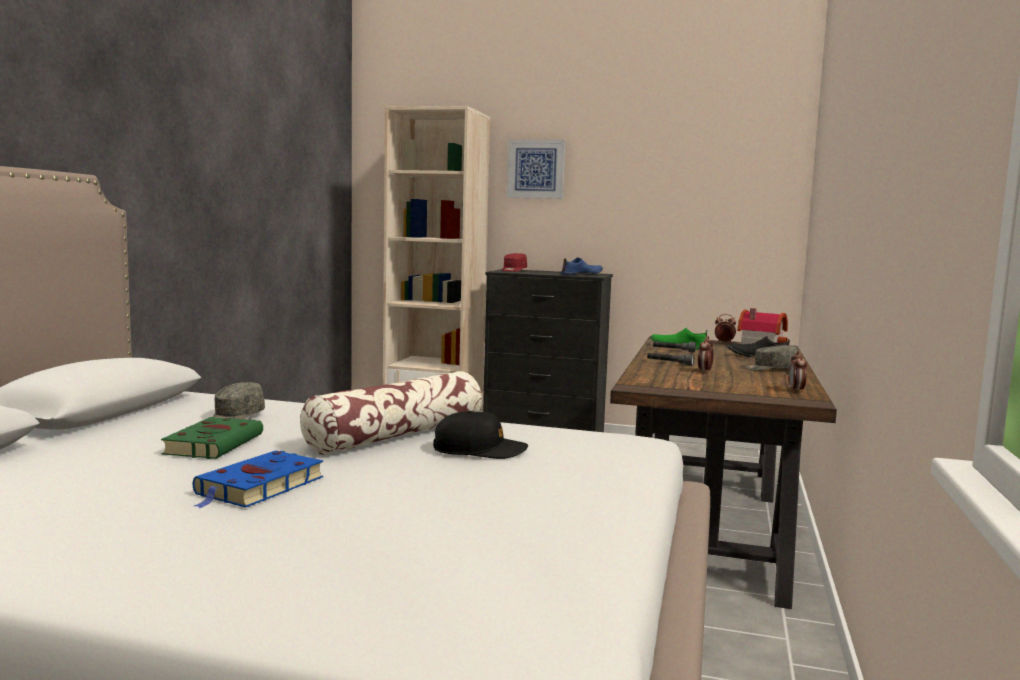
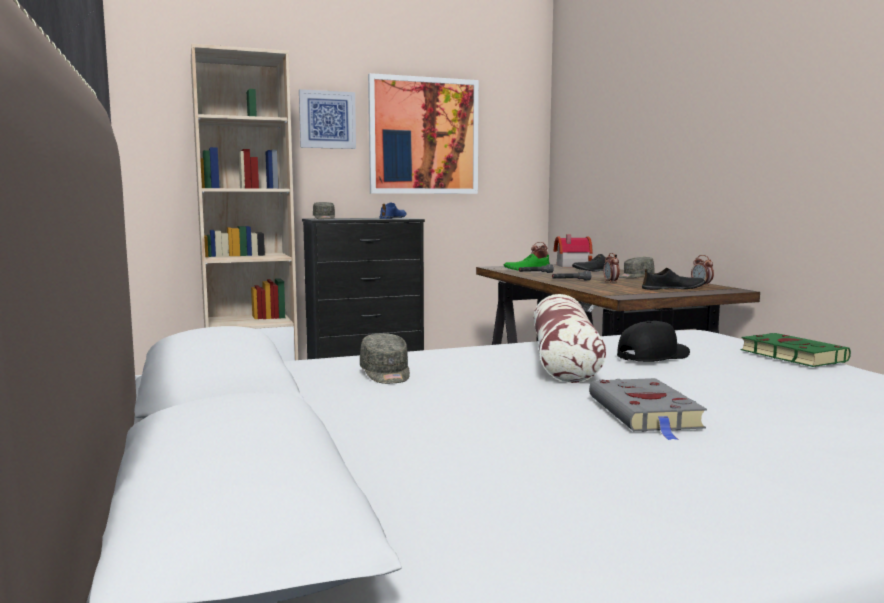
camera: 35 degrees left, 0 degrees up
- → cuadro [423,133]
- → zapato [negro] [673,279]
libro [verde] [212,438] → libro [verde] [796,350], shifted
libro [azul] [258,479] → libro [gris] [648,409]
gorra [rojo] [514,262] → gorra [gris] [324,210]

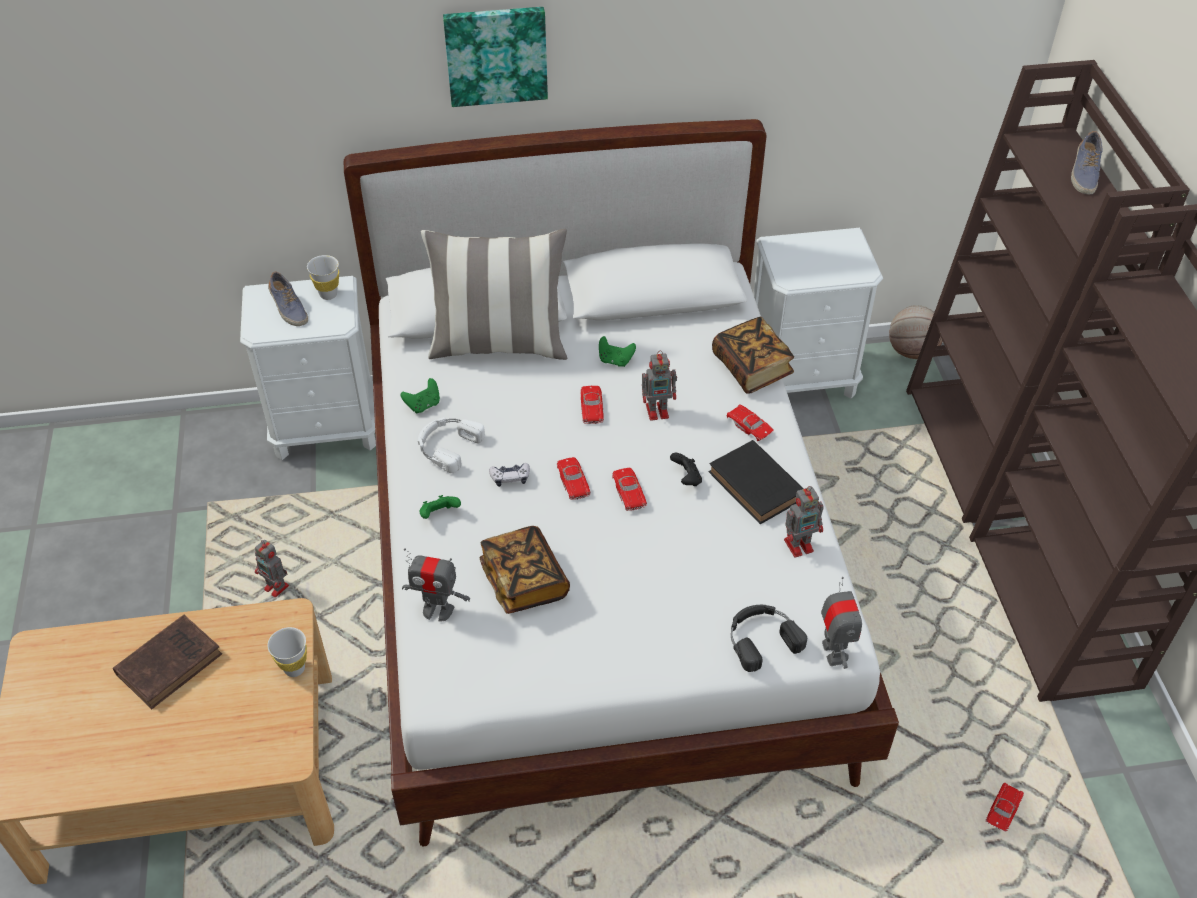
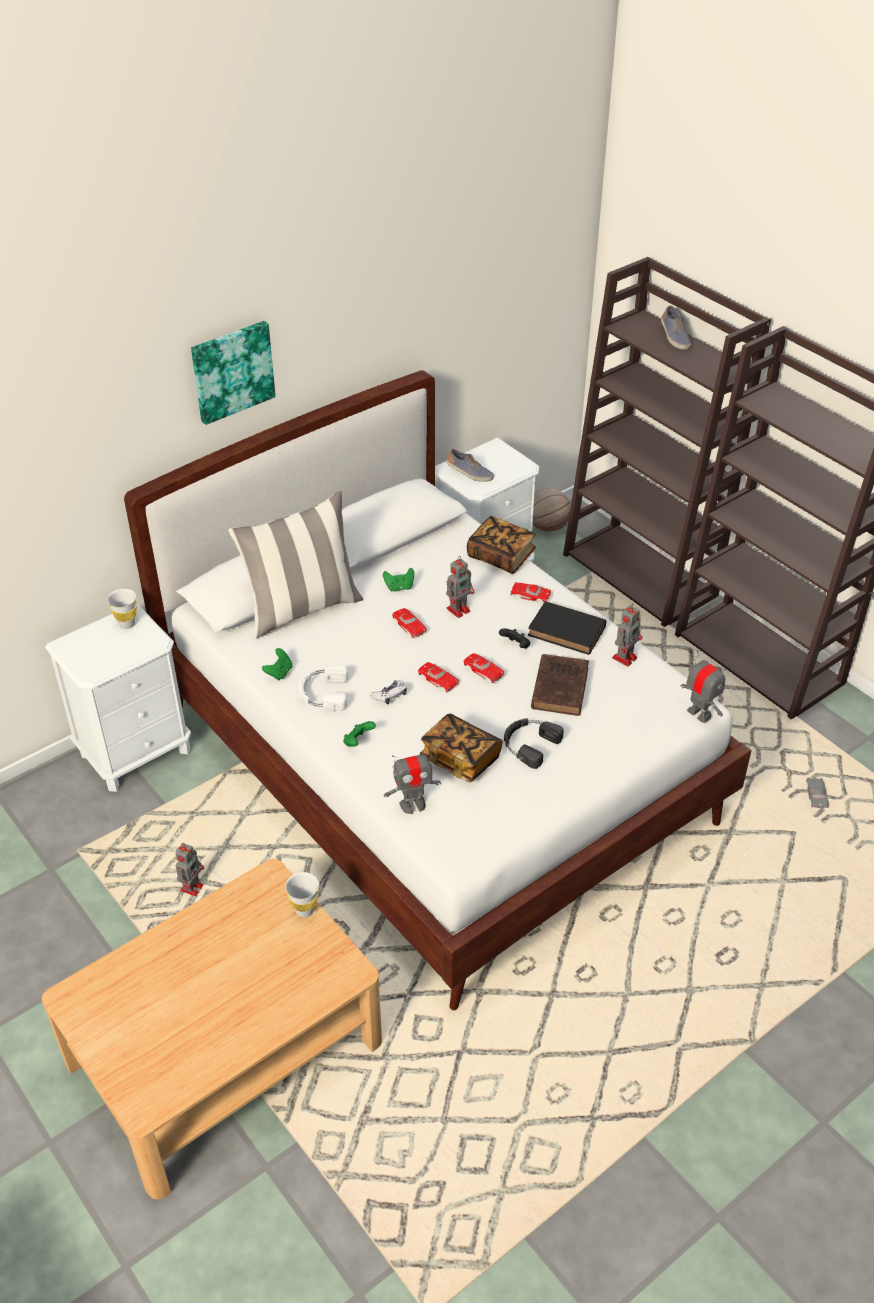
camera: 30 degrees left, 5 degrees down
libro [marrón] [167,662] → libro [marrón] [560,685], shifted
zapato [288,299] → zapato [470,465], shifted
auriculares [negro] [769,638] → auriculares [negro] [534,743], shifted
coche de juguete [rojo] [1005,807] → coche de juguete [gris] [817,793]
robot de juguete [272,568] → robot de juguete [189,869], 75 degrees counterclockwise

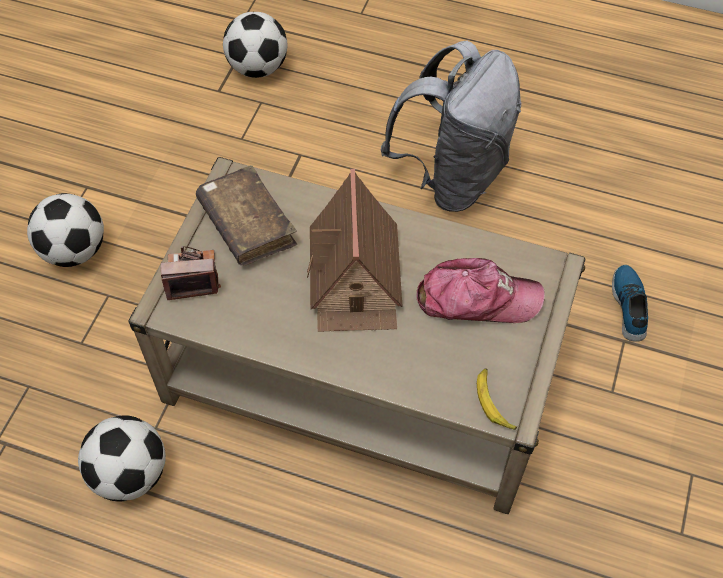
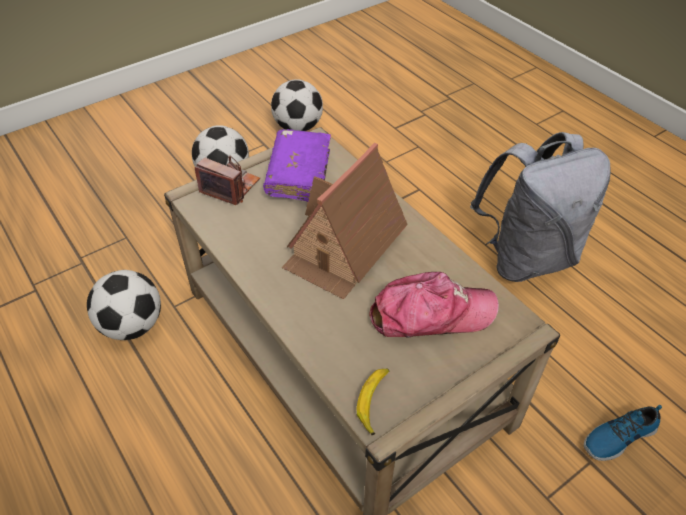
camera: 35 degrees right, 10 degrees down
balón de fútbol [255,45] → balón de fútbol [297,105], shifted
libro [marrón] [246,215] → libro [morado] [297,165]
gorra [480,290] → gorra [434,305], 45 degrees counterclockwise
zapato [630,303] → zapato [623,433], 150 degrees counterclockwise

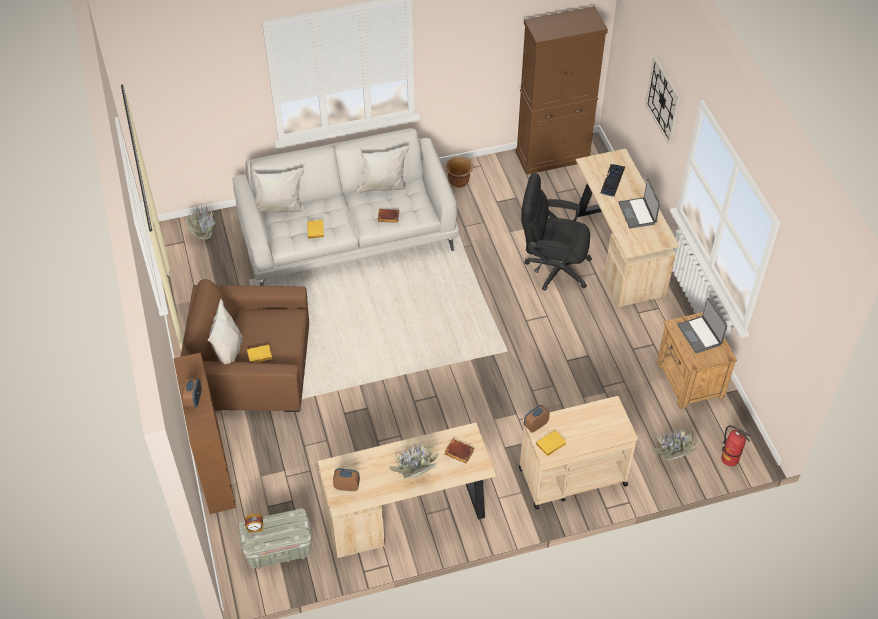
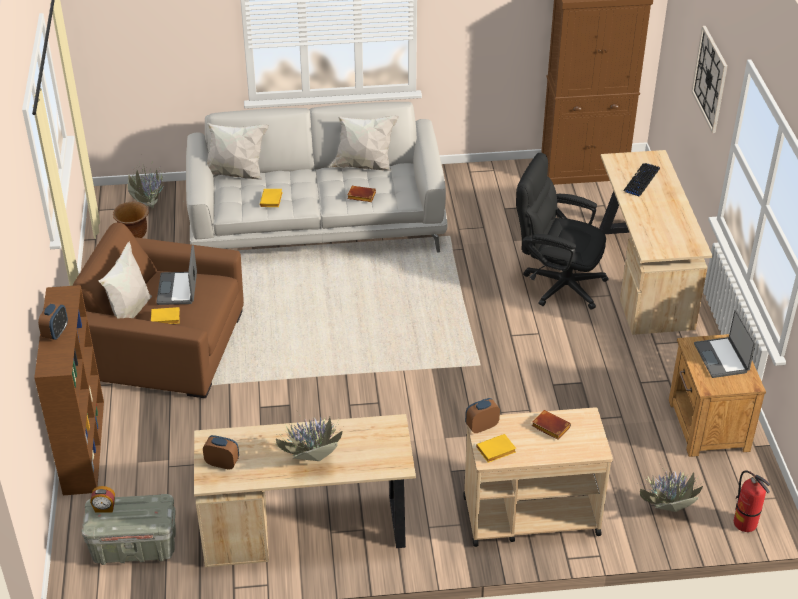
camera: 10 degrees right, 10 degrees down
maceta [marrón] [459,172] → maceta [marrón] [131,220], shifted
libro [marrón] [460,451] → libro [marrón] [551,425], shifted
portátil [639,204] → portátil [176,275], shifted

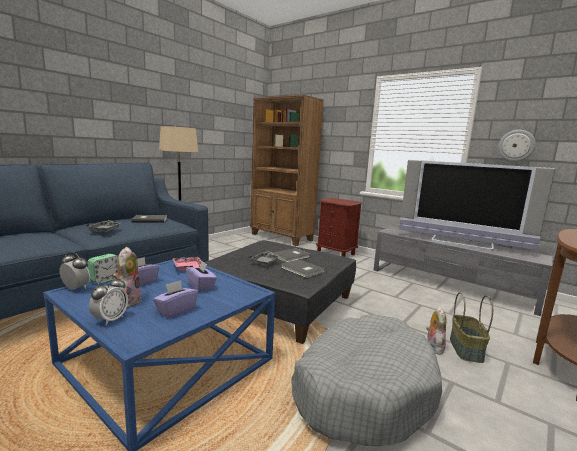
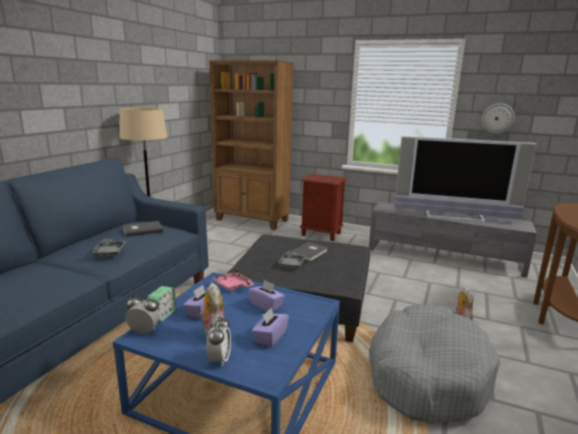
camera: 15 degrees left, 5 degrees up
libro [gris] [303,268] → -
cesta [471,327] → -

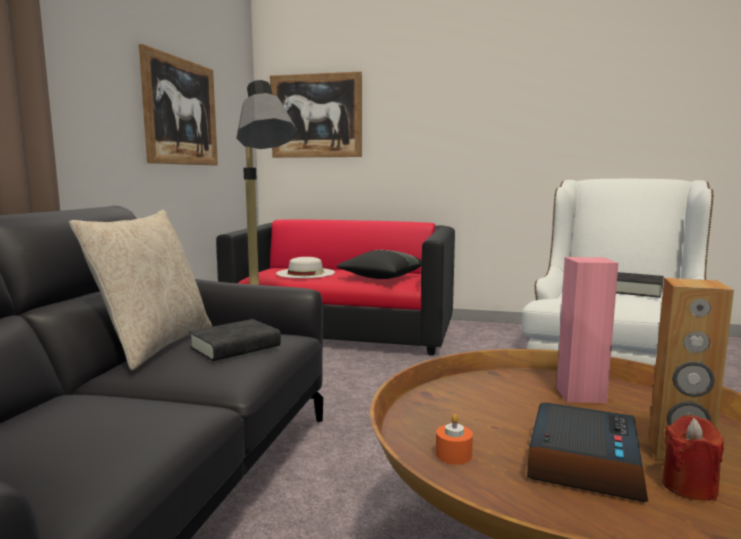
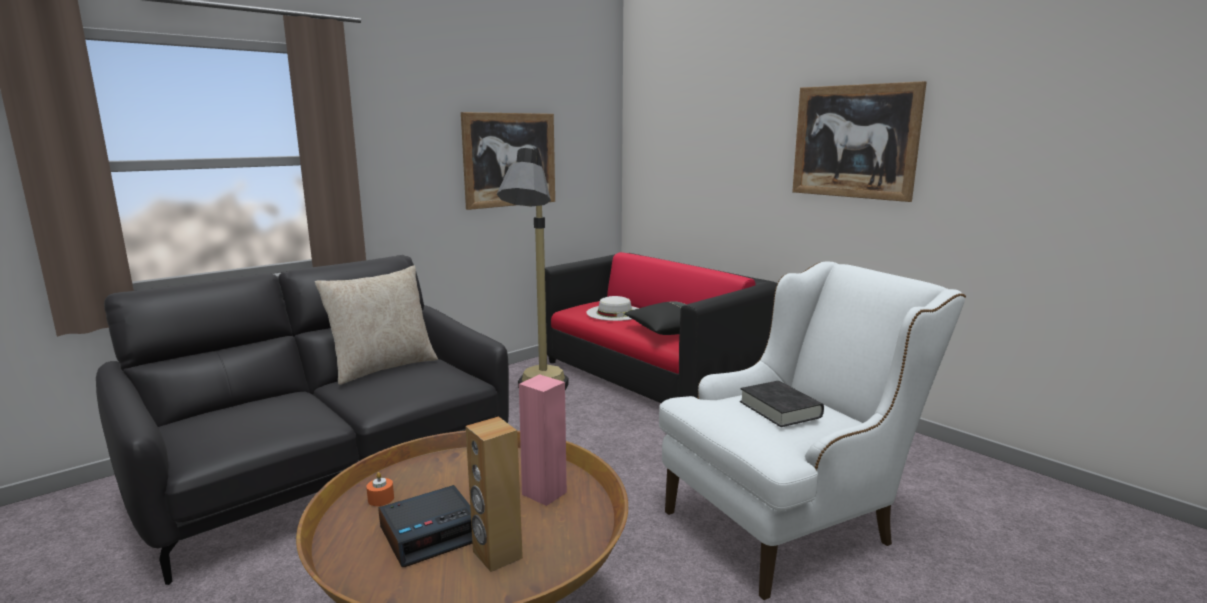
camera: 35 degrees right, 5 degrees up
libro [negro] [235,340] → -
vela [rojo] [693,458] → -
cuadro [316,114] → cuadro [859,141], shifted

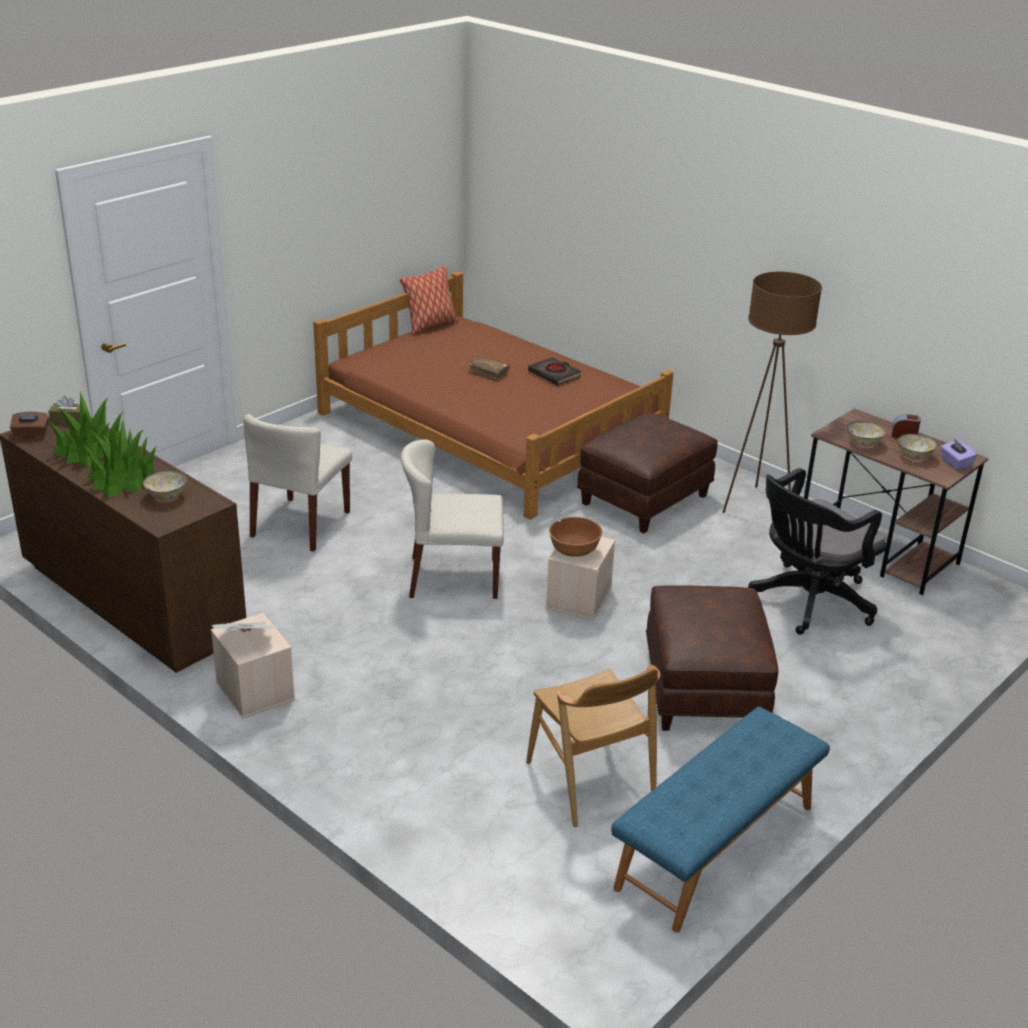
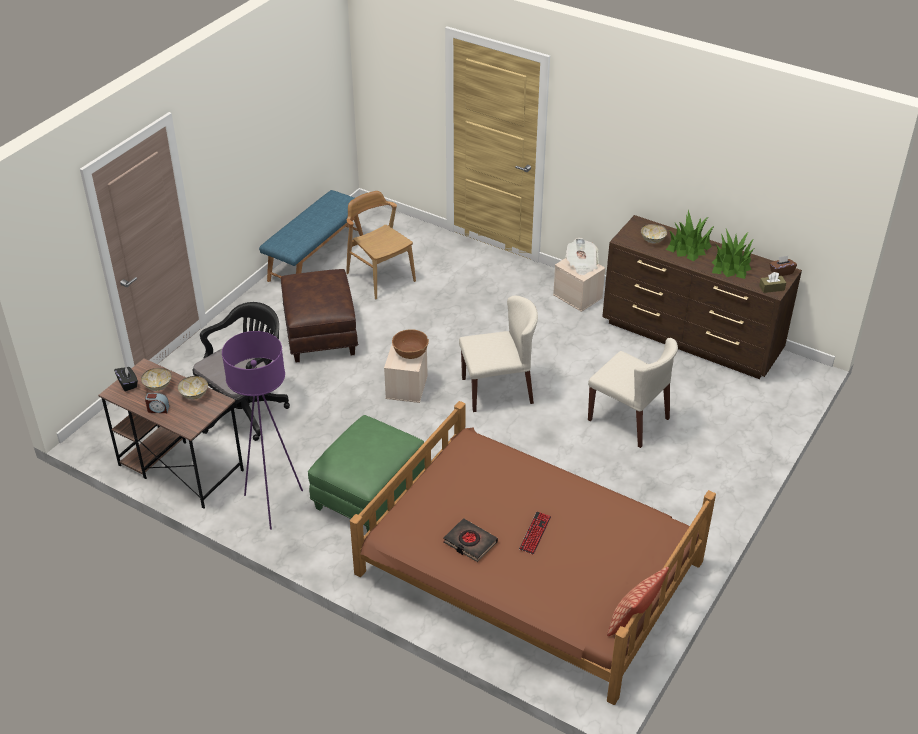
camera: 170 degrees right, 10 degrees up
libro [marrón] [489,368] → teclado [535,533]
puf [marrón] [647,472] → puf [verde] [366,473]
lámpara de pie [marrón] [772,392] → lámpara de pie [morado] [262,430]
caja de pañuelos [morado] [959,454] → caja de pañuelos [negro] [126,379]
silla [beis] [297,483] → silla [beis] [633,393], 120 degrees clockwise

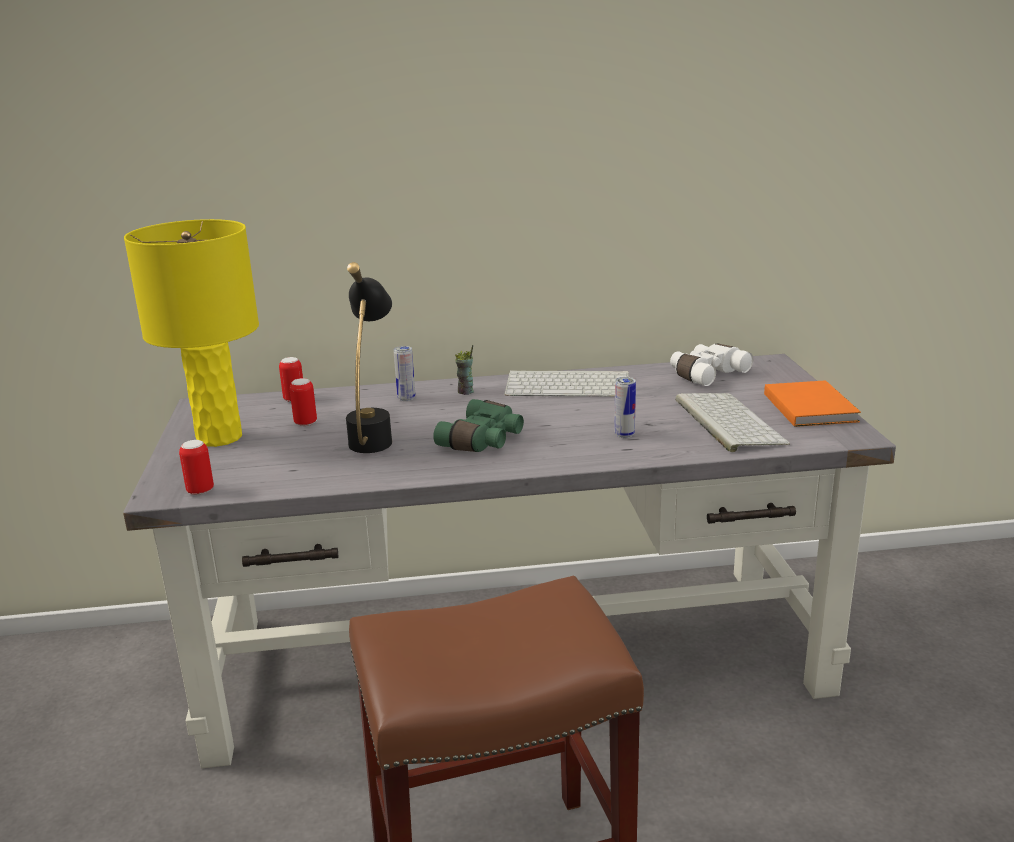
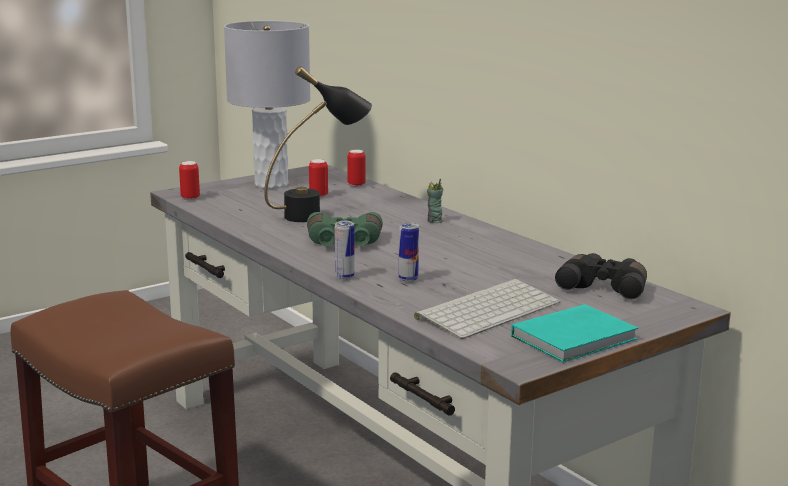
camera: 60 degrees right, 5 degrees down
teclado [566,383] → -
lata [404,373] → lata [345,250], shifted
lámpara de mesa [amarillo] [191,333] → lámpara de mesa [gris] [267,105]
prismáticos [blanco] [711,365] → prismáticos [negro] [601,276]
libro [naranja] [812,403] → libro [turquesa] [574,333]

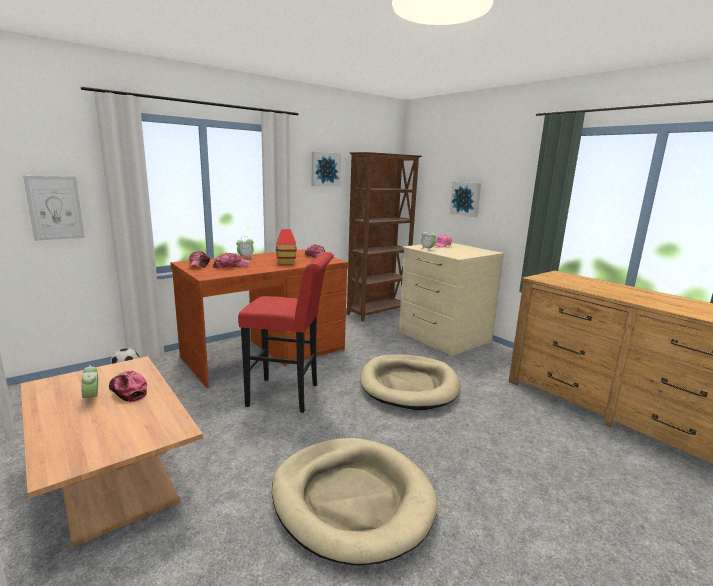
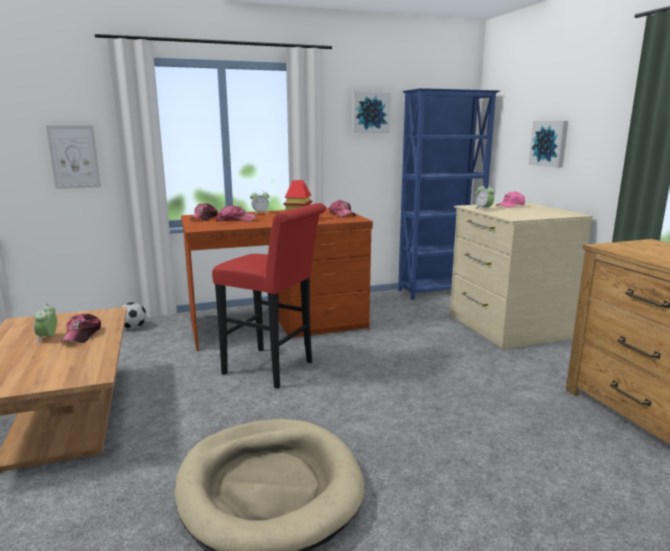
camera: 20 degrees right, 0 degrees up
cama para perro [beis] [410,382] → -
estantería [marrón] [384,237] → estantería [azul] [449,194]
gorra [128,386] → gorra [80,328], 150 degrees counterclockwise

